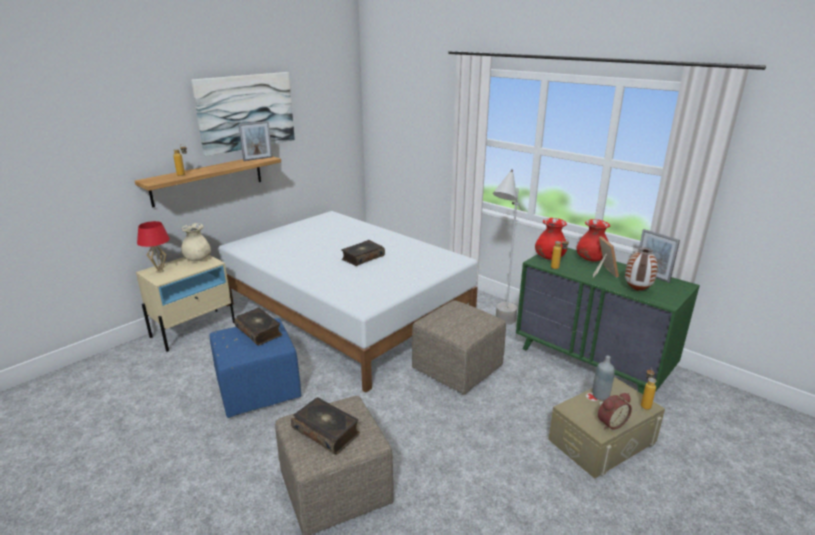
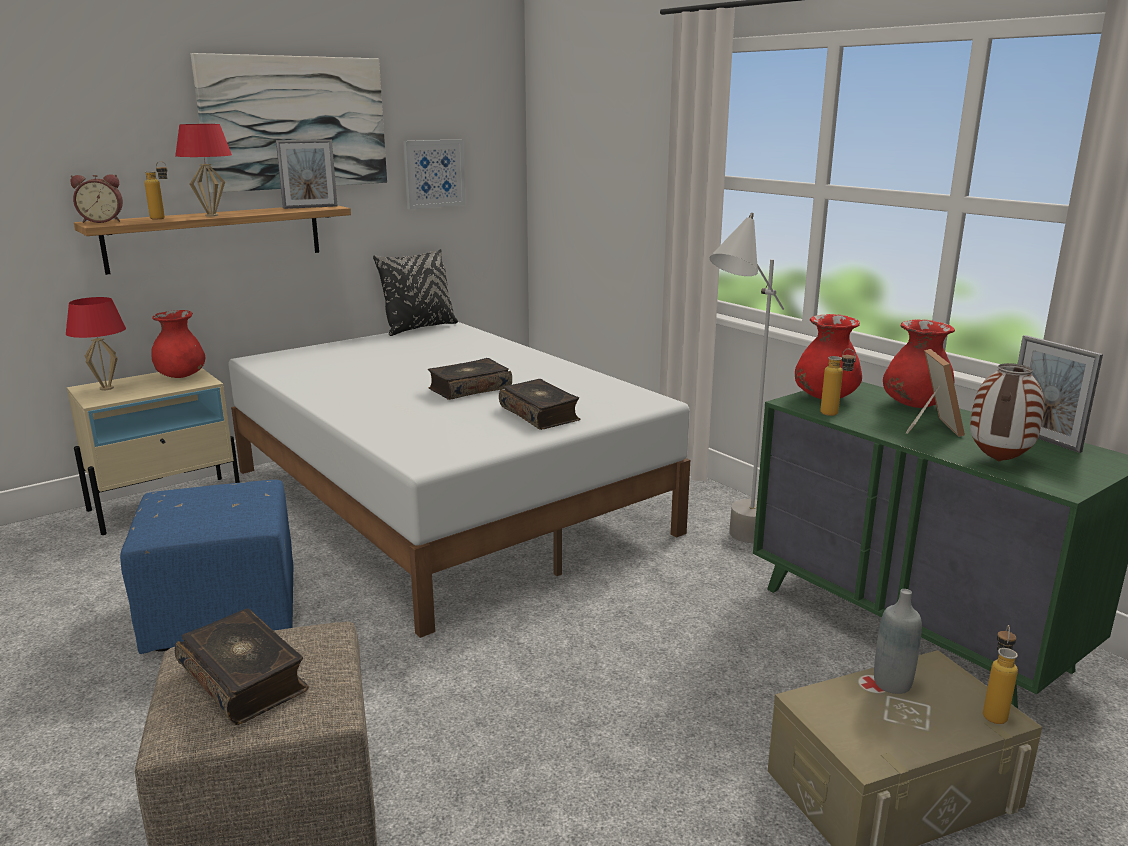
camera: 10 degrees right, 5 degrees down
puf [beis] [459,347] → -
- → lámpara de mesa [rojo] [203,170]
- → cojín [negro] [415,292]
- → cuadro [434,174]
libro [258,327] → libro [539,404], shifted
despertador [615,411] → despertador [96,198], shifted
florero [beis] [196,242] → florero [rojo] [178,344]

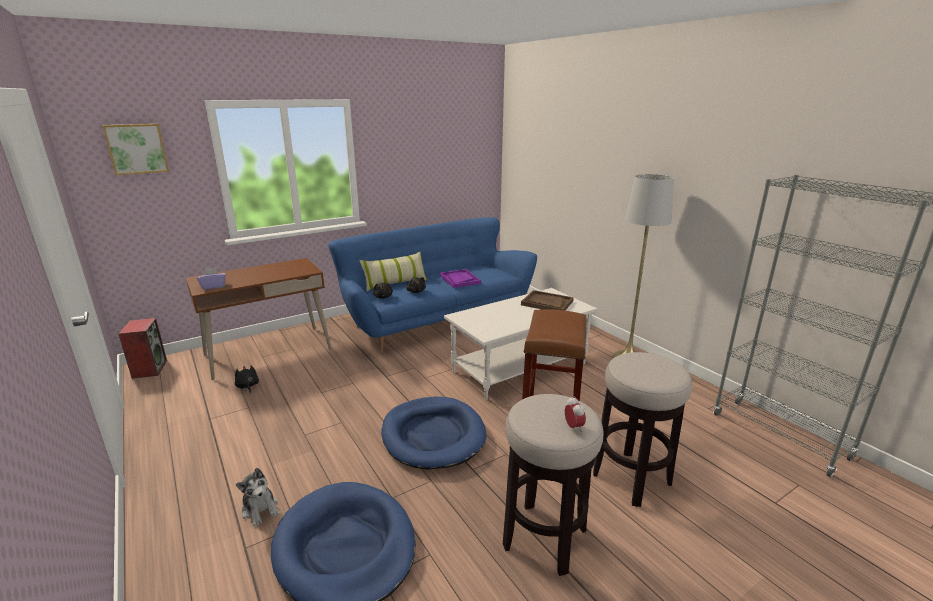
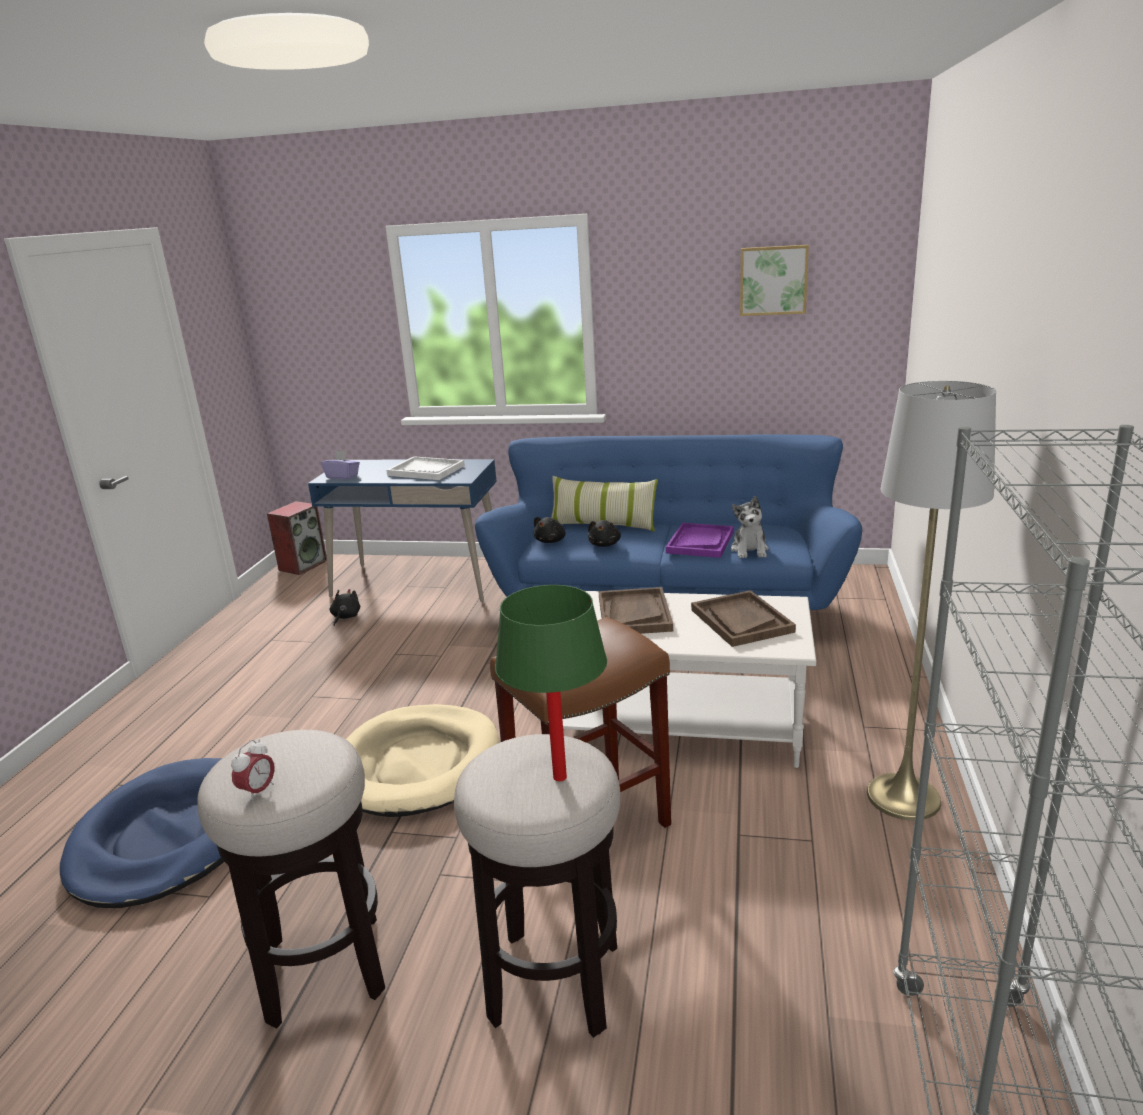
camera: 45 degrees right, 0 degrees up
- → bandeja [blanco] [425,468]
- → lámpara de mesa [verde] [551,683]
- → bandeja [marrón] [636,610]
cuadro [135,149] → cuadro [774,280], shifted
peluche [258,497] → peluche [750,527], shifted
escritorio [marrón] [258,319] → escritorio [azul] [402,530]
cama para perro [azul] [434,433] → cama para perro [beis] [422,760]

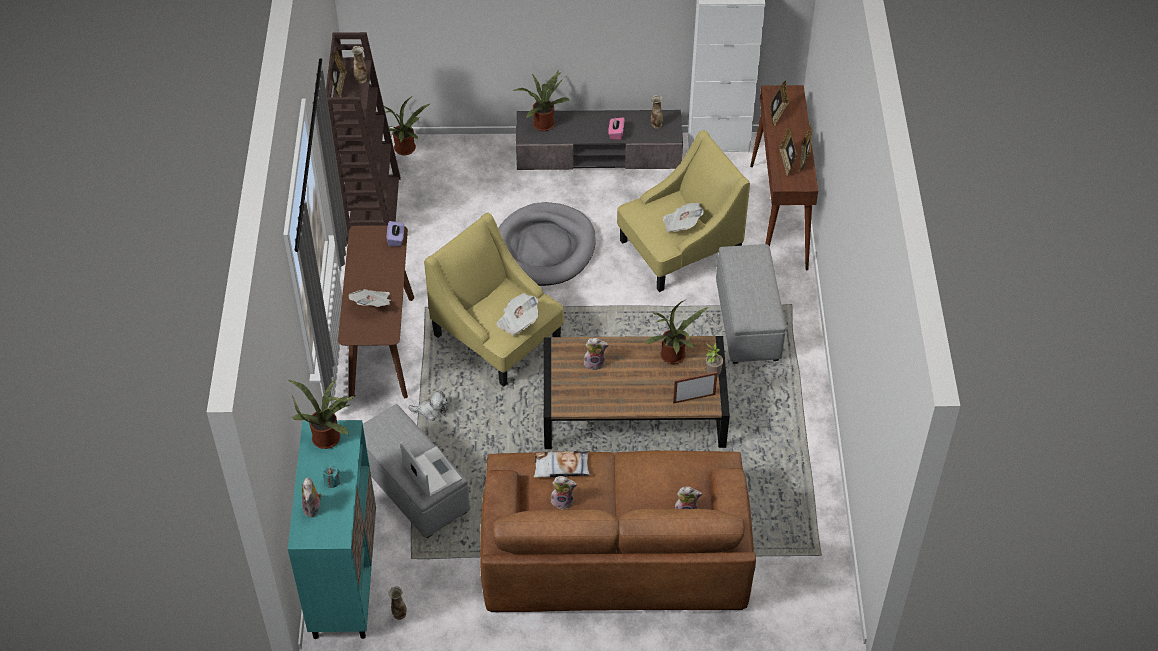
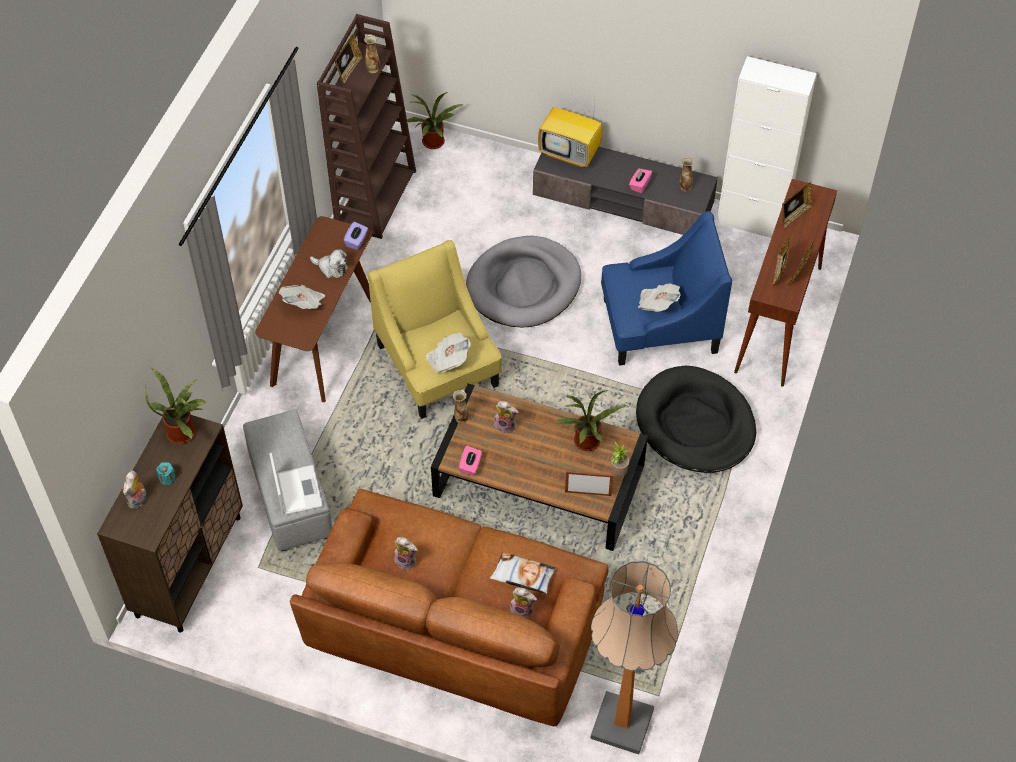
camera: 20 degrees right, 5 degrees up
- → caja de pañuelos [rosa] [470,461]
- → lámpara de pie [634,657]
florero [397,603] → florero [461,407], shifted
peluche [428,406] → peluche [329,263], shifted
cojín [561,464] → cojín [523,573], shifted
planta en maceta [541,101] → televisor [570,134]
puf [gris] [751,304] → cama para perro [negro] [696,419]
armario [turquesa] [332,529] → armario [marrón] [170,524]
sillón [amarillo] [683,211] → sillón [azul] [666,288]

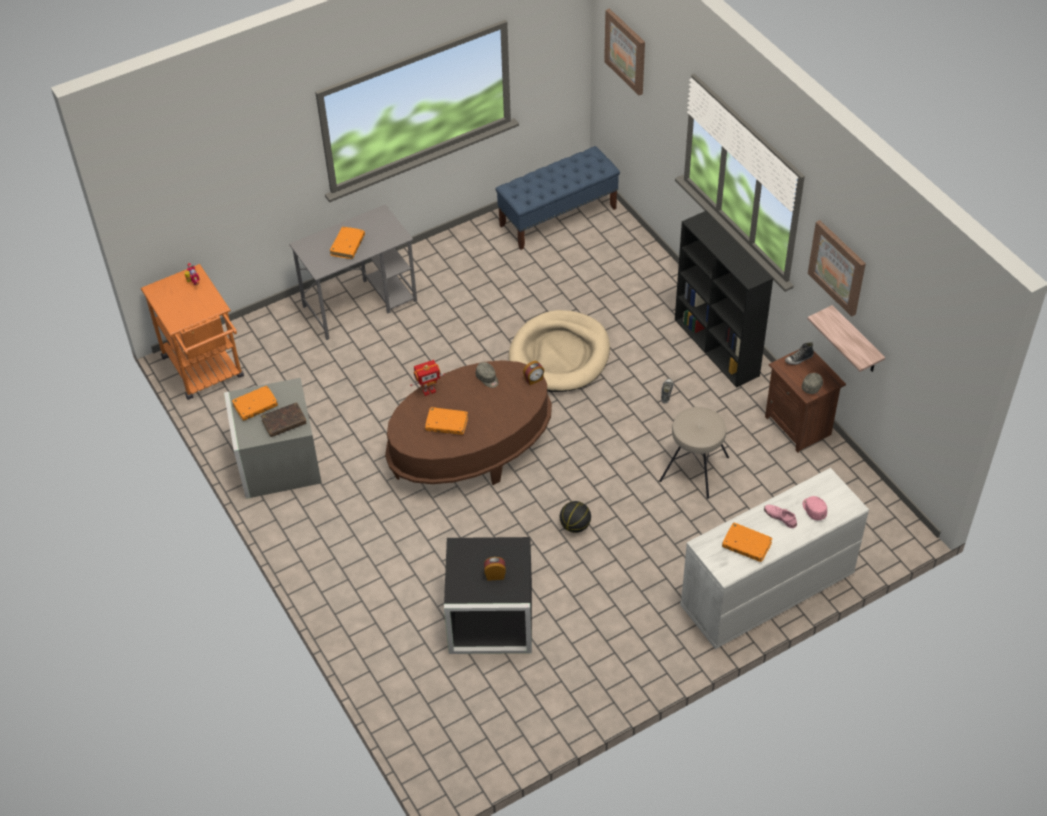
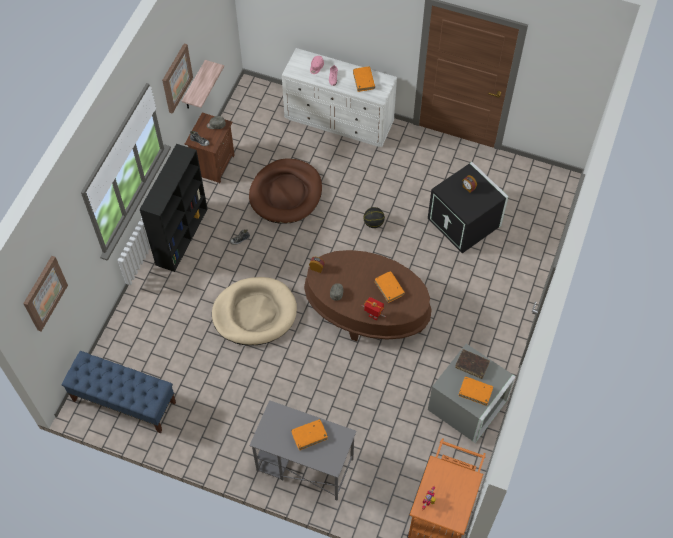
camera: 130 degrees left, 10 degrees up
taburete [beis] [694,453] → cama para perro [marrón] [285,191]

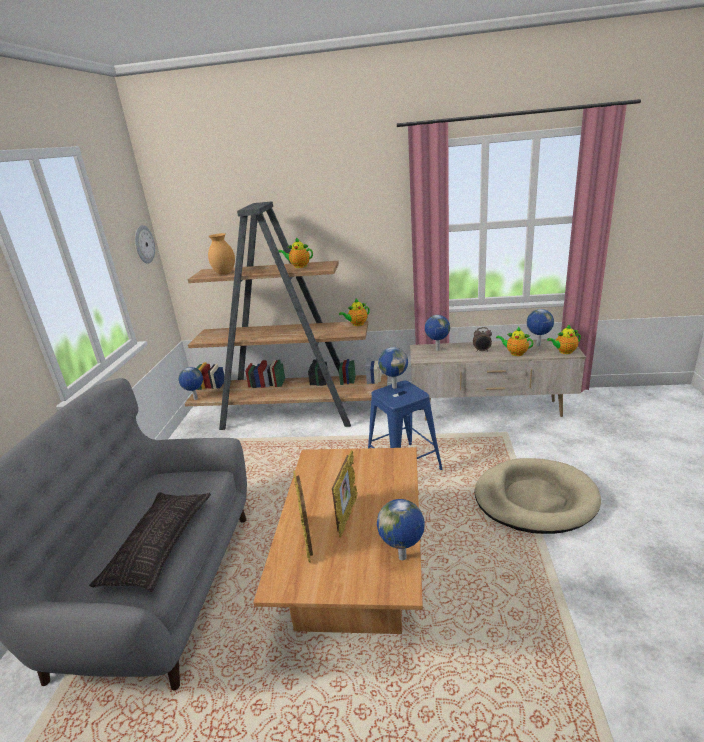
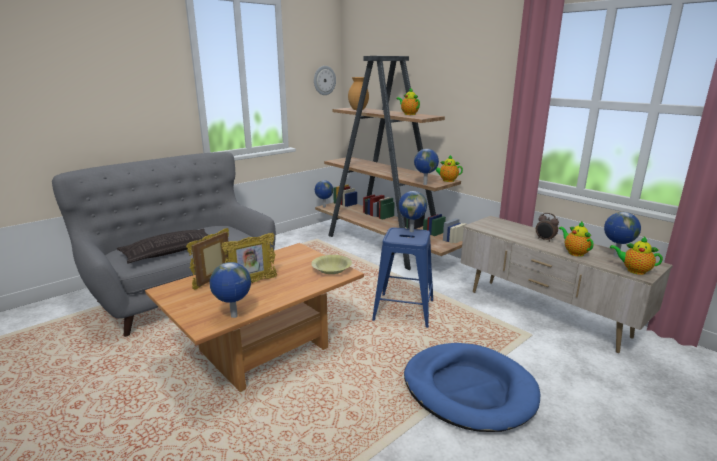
camera: 40 degrees right, 5 degrees down
- → cuenco [amarillo] [331,264]
globo terráqueo [437,333] → globo terráqueo [426,167], shifted
cama para perro [beis] [538,496] → cama para perro [azul] [472,387]

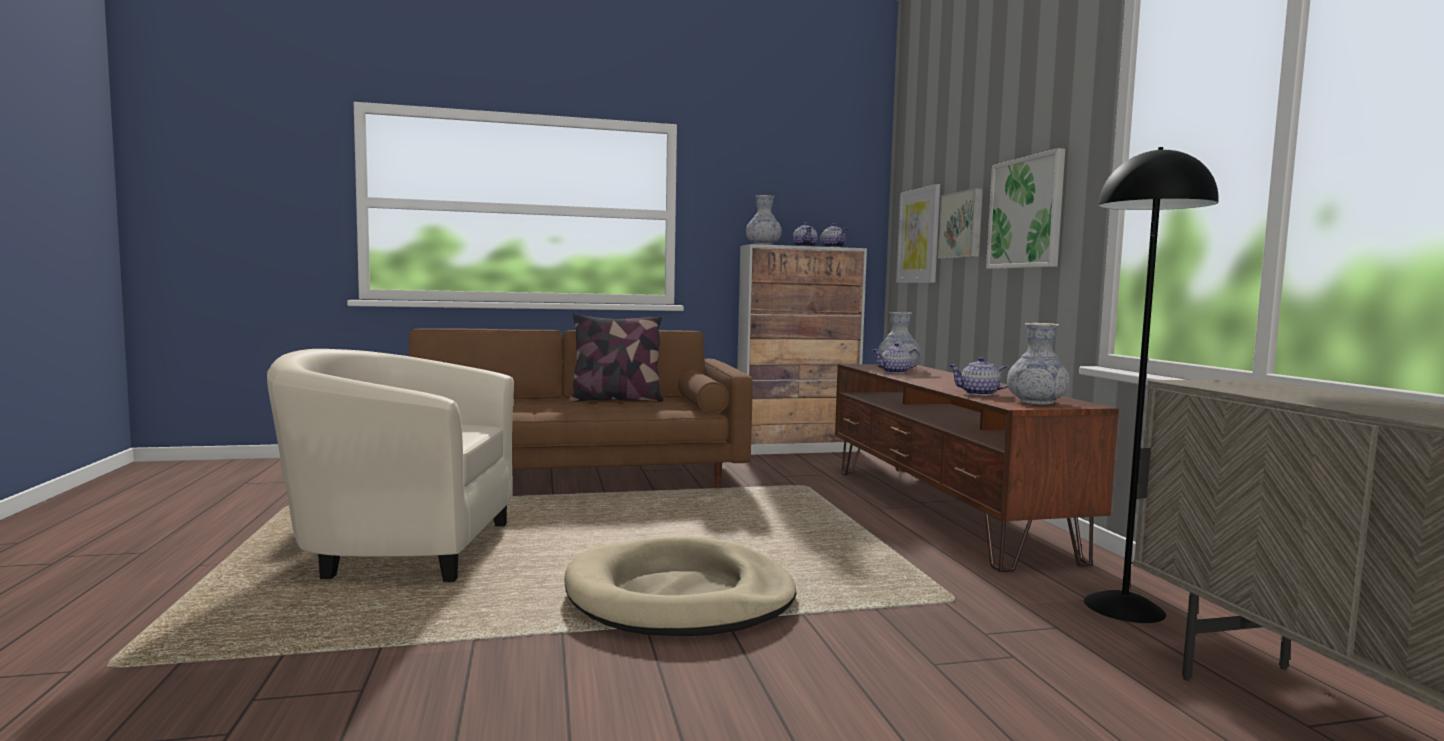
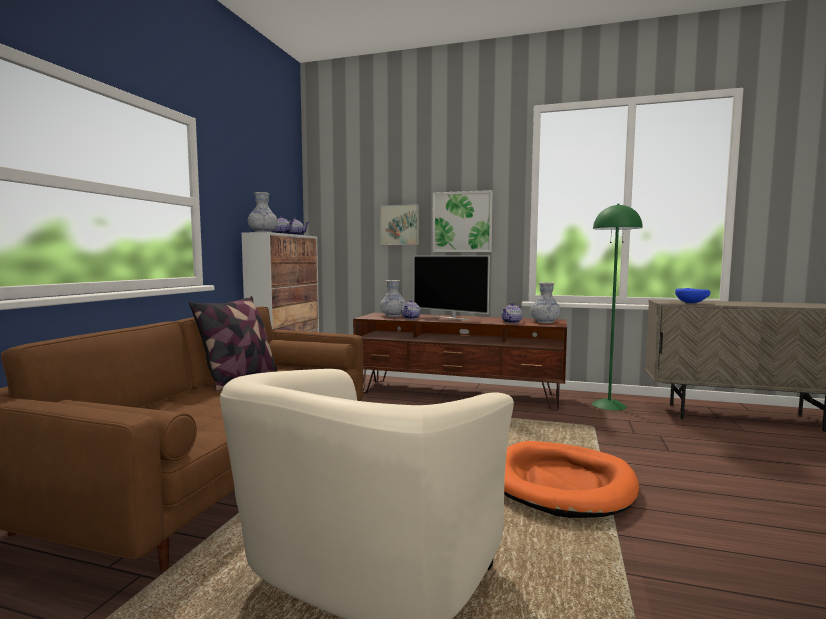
camera: 60 degrees left, 0 degrees up
cuadro [918,233] → -
- → televisor [452,287]
- → cuenco [azul] [693,295]
cama para perro [beis] [680,586] → cama para perro [naranja] [571,479]
lámpara de pie [negro] [1151,385] → lámpara de pie [verde] [617,307]

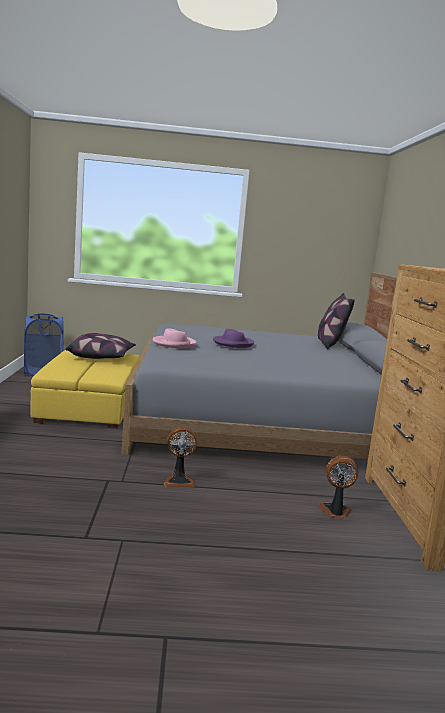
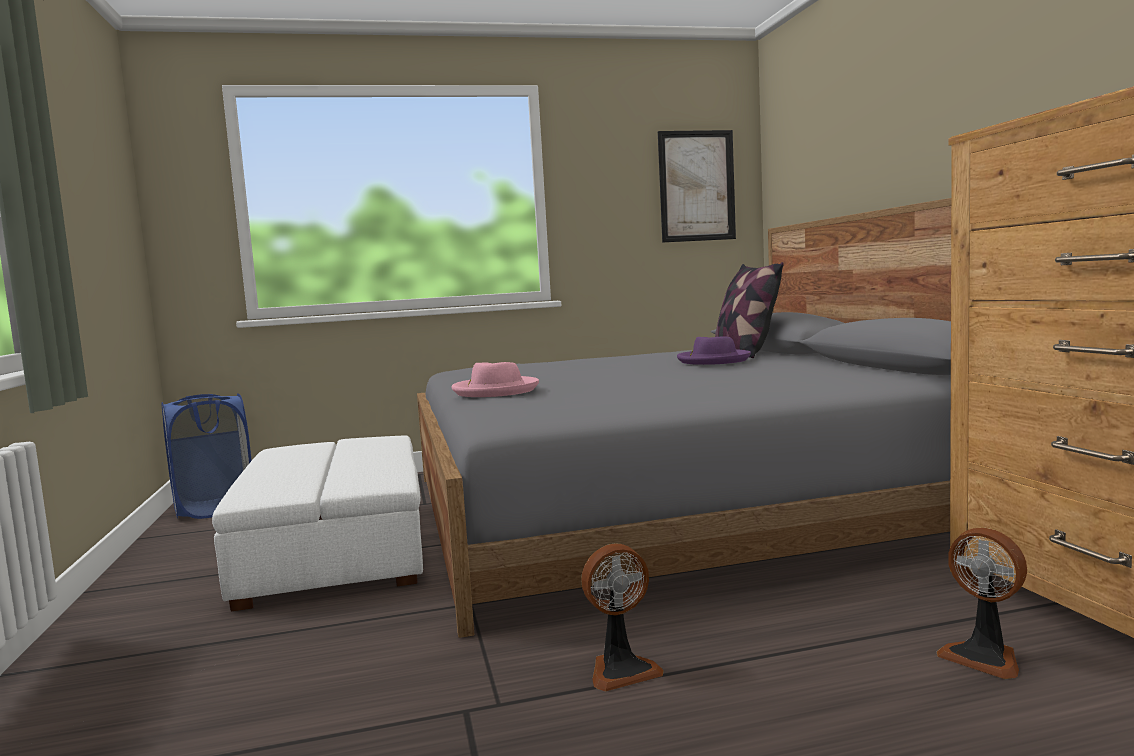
camera: 10 degrees left, 5 degrees down
cojín [100,346] → -
- → cuadro [697,186]
sombrero [morado] [233,338] → sombrero [morado] [714,350], shifted
puf [amarillo] [85,389] → puf [blanco] [317,523]
ventilador [338,487] → ventilador [982,603], 120 degrees counterclockwise

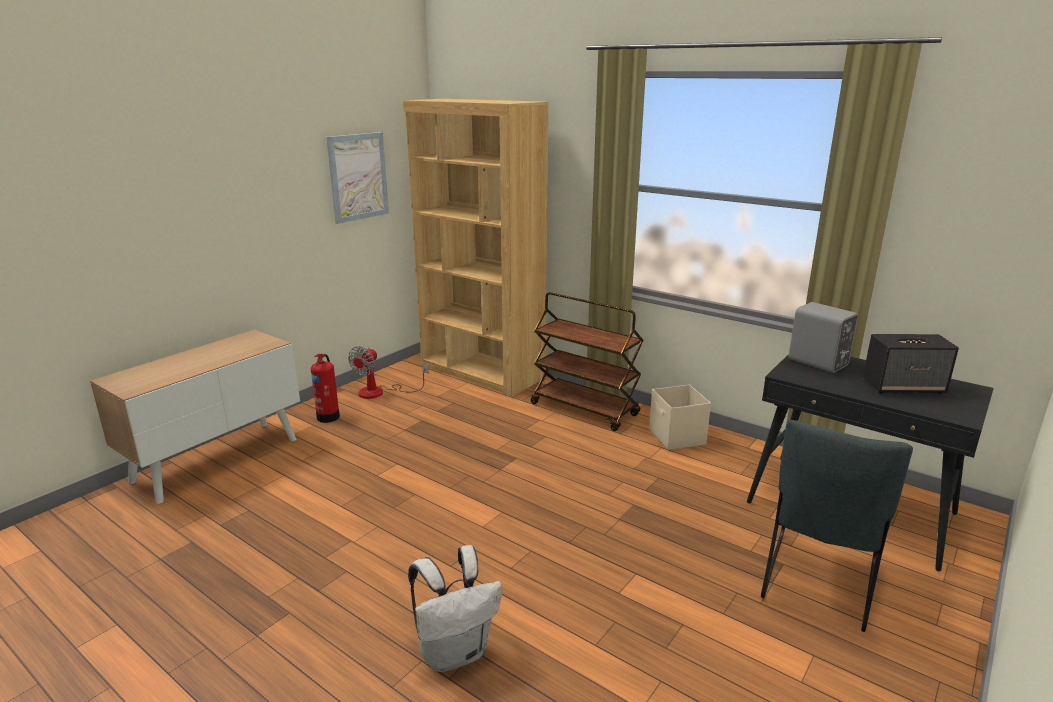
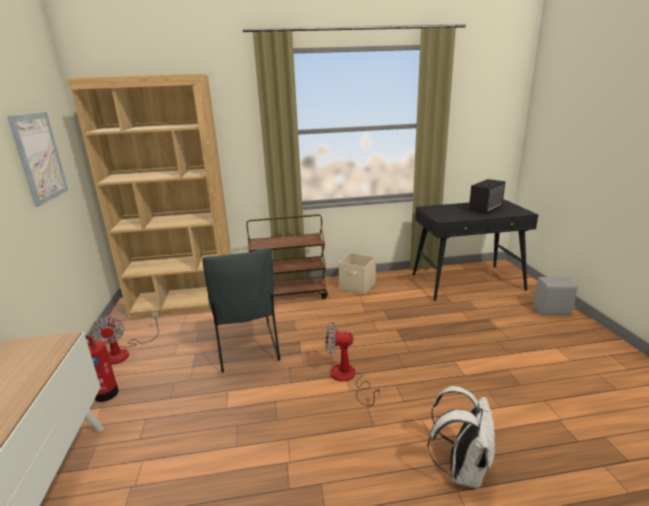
camera: 45 degrees left, 0 degrees up
- → ventilador [352,364]
silla [gris] [837,526] → silla [gris] [241,310], shifted
altavoz [gris] [823,337] → altavoz [gris] [555,296], shifted

